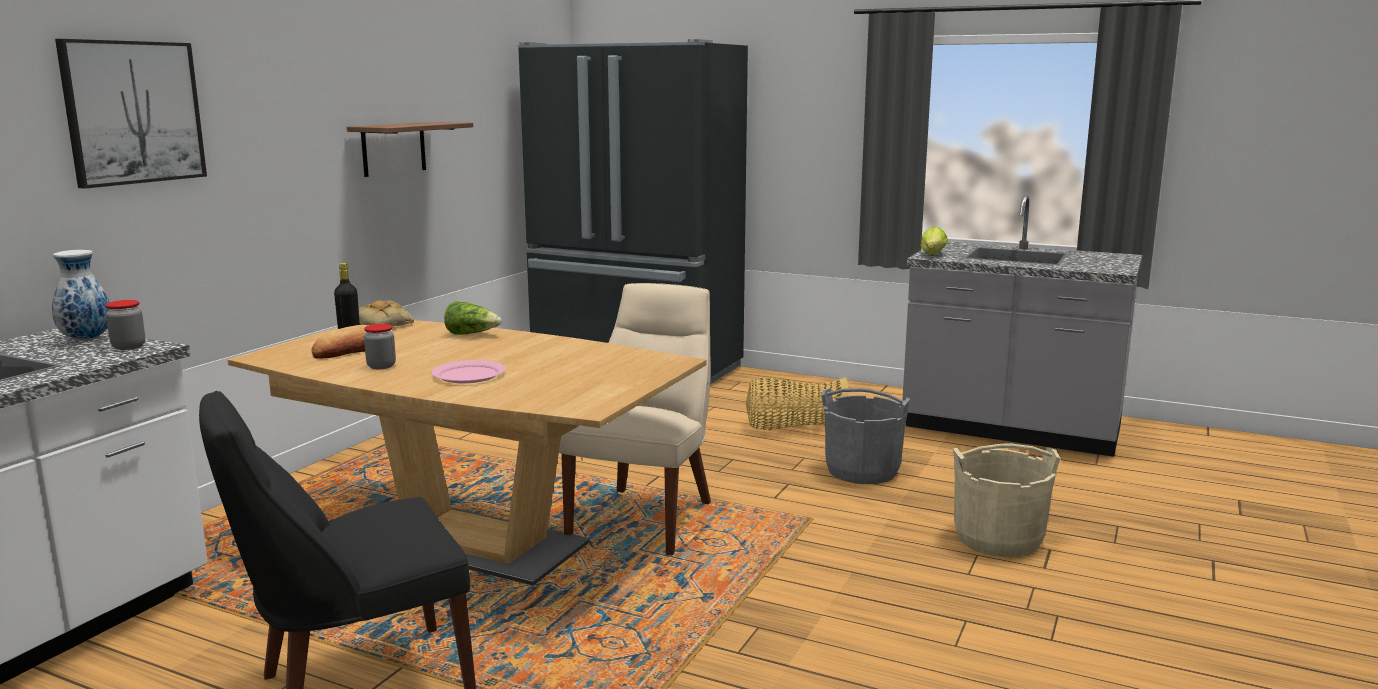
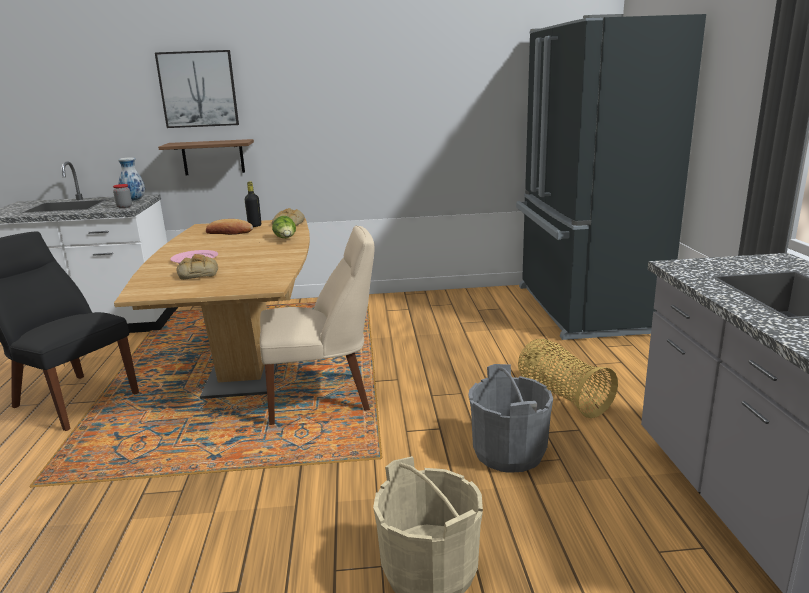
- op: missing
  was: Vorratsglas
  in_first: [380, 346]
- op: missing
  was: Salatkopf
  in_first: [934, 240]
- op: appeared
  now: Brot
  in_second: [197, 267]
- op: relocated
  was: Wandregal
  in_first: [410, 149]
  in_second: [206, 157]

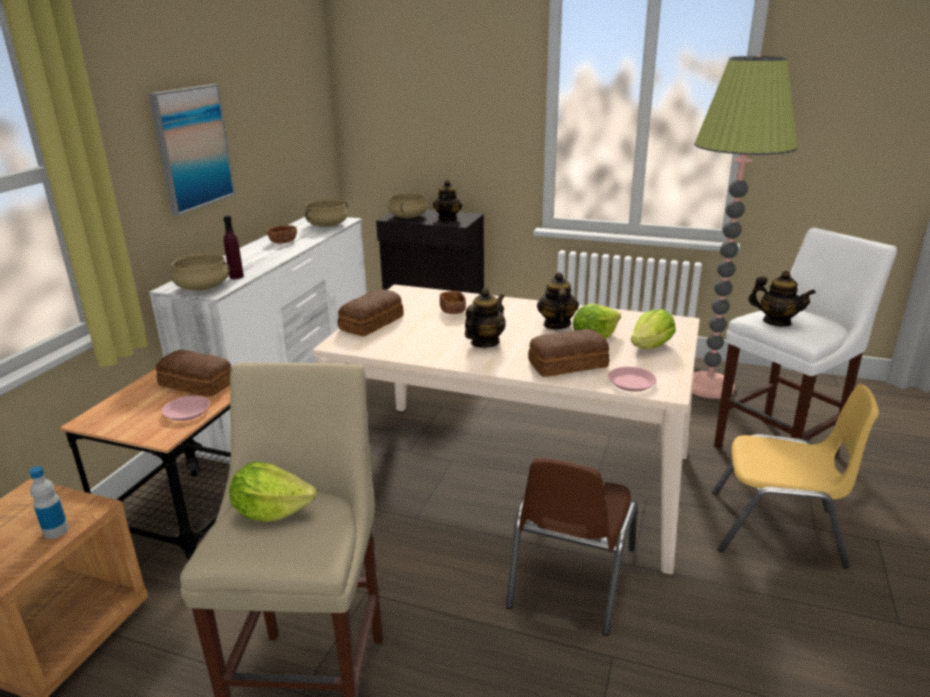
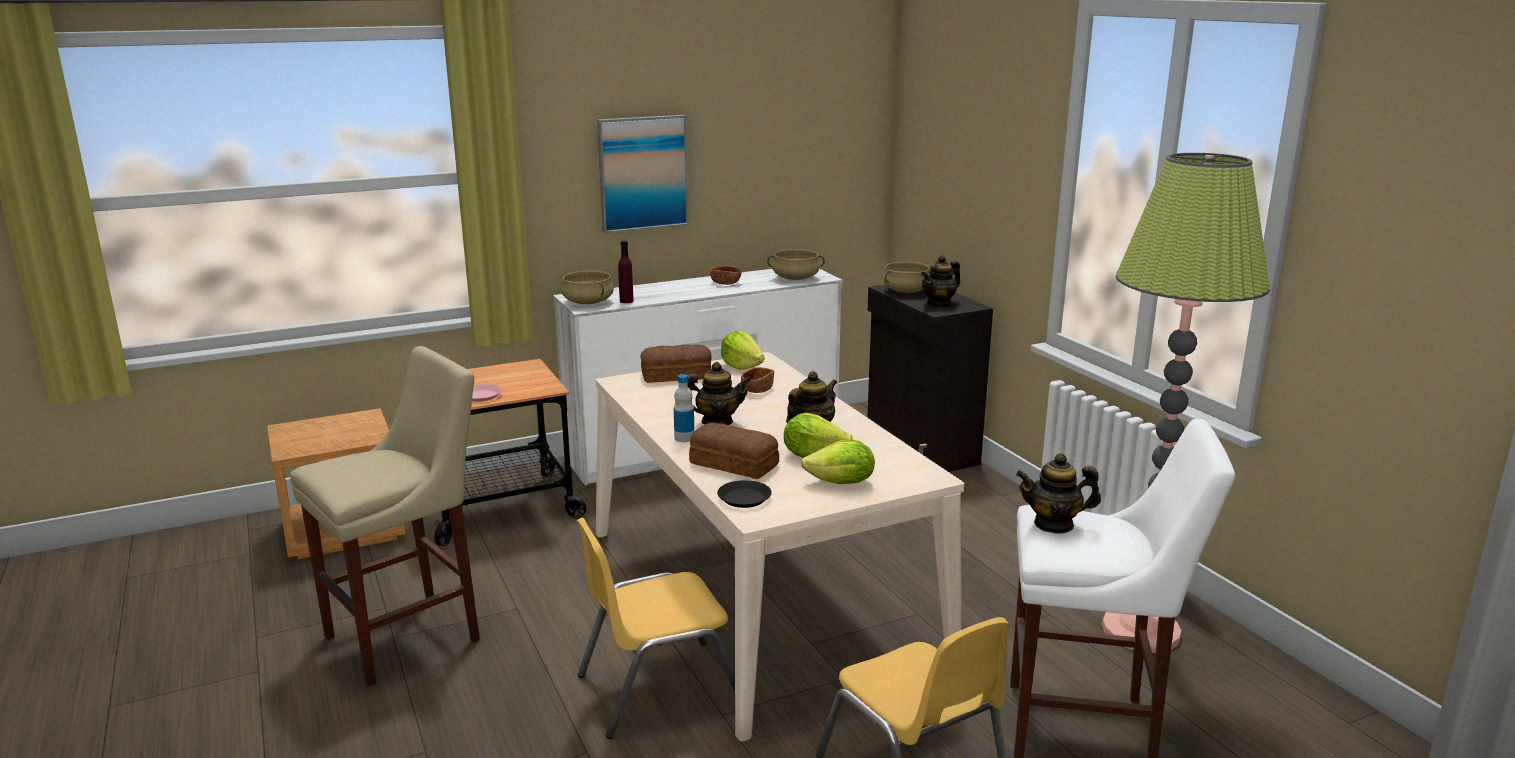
- op: missing
  was: Brot
  in_first: [193, 373]
- op: relocated
  was: Flasche
  in_first: [49, 502]
  in_second: [684, 408]
- op: relocated
  was: Salatkopf
  in_first: [272, 492]
  in_second: [743, 350]
- op: colour
  was: Stuhl [braun]
  now: Stuhl [gelb]
  in_first: [571, 547]
  in_second: [656, 628]
- op: colour
  was: Teller [rosa]
  now: Teller [schwarz]
  in_first: [632, 379]
  in_second: [744, 494]
- op: spun
  was: Teekanne
  in_first: [782, 299]
  in_second: [1058, 493]
  clockwise: 105

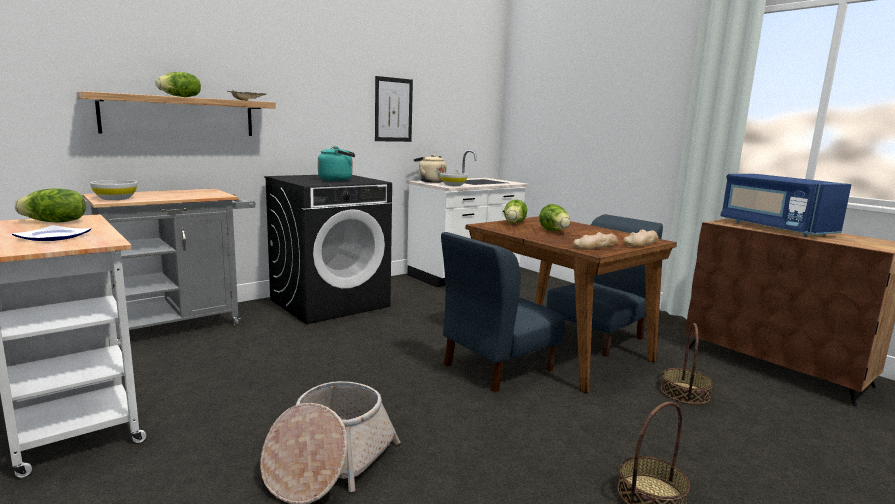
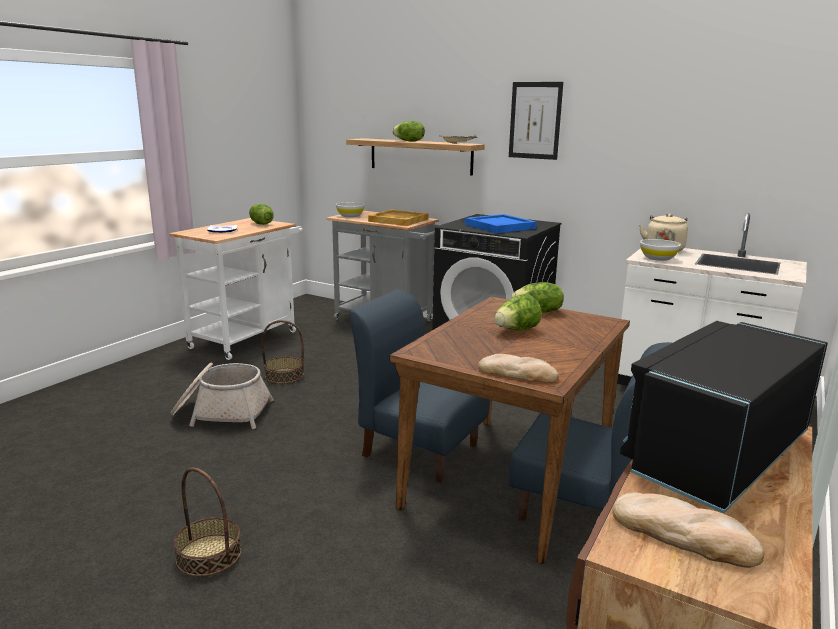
- op: appeared
  now: Tablett [beige]
  in_second: [398, 218]
- op: relocated
  was: Bild
  in_first: [394, 109]
  in_second: [536, 121]
- op: relocated
  was: Brot
  in_first: [595, 241]
  in_second: [688, 530]
- op: relocated
  was: Korb
  in_first: [686, 364]
  in_second: [283, 352]
- op: exchanged
  was: Wasserkessel [türkis]
  now: Tablett [blau]
  in_first: [336, 163]
  in_second: [501, 223]
- op: colour
  was: Mikrowelle [blau]
  now: Mikrowelle [schwarz]
  in_first: [785, 205]
  in_second: [724, 417]

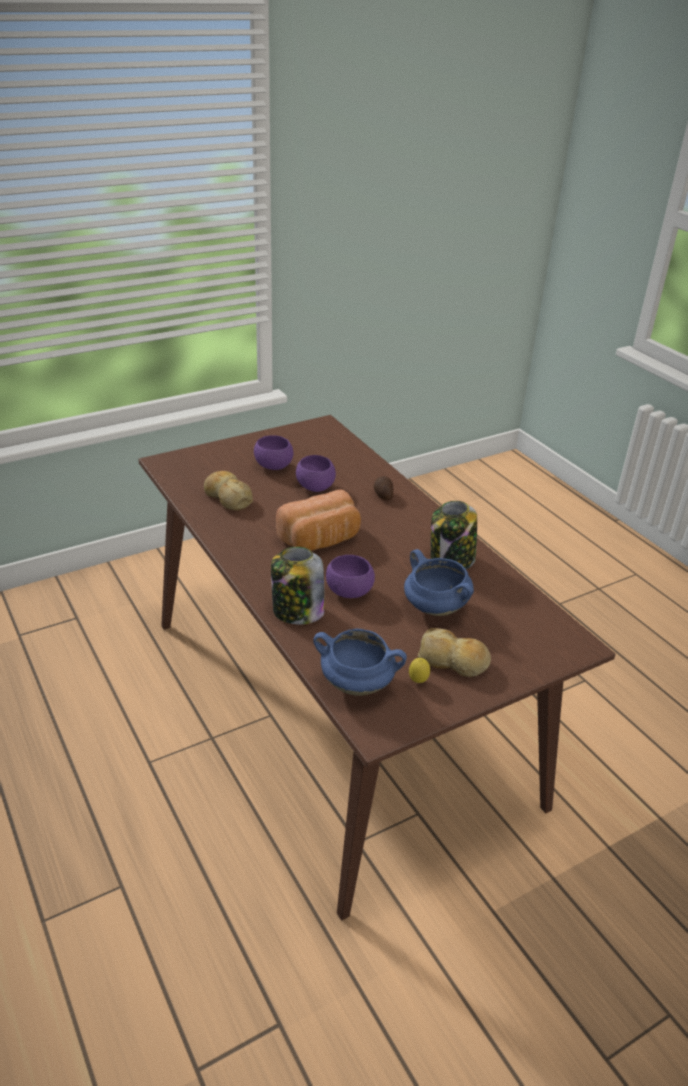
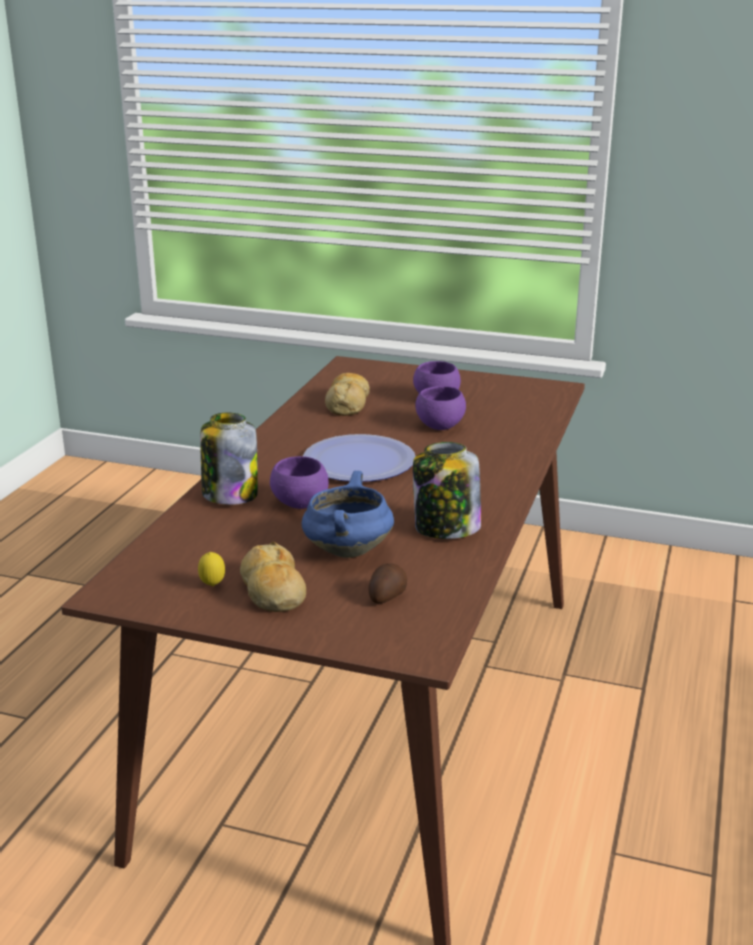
- op: missing
  was: Kochtopf [blau]
  in_first: [360, 662]
- op: relocated
  was: Kartoffel
  in_first: [383, 488]
  in_second: [388, 583]
- op: exchanged
  was: Brot
  now: Teller
  in_first: [318, 520]
  in_second: [359, 458]

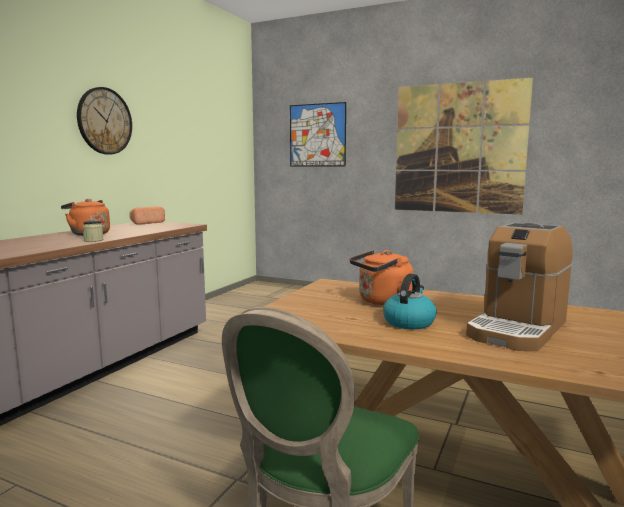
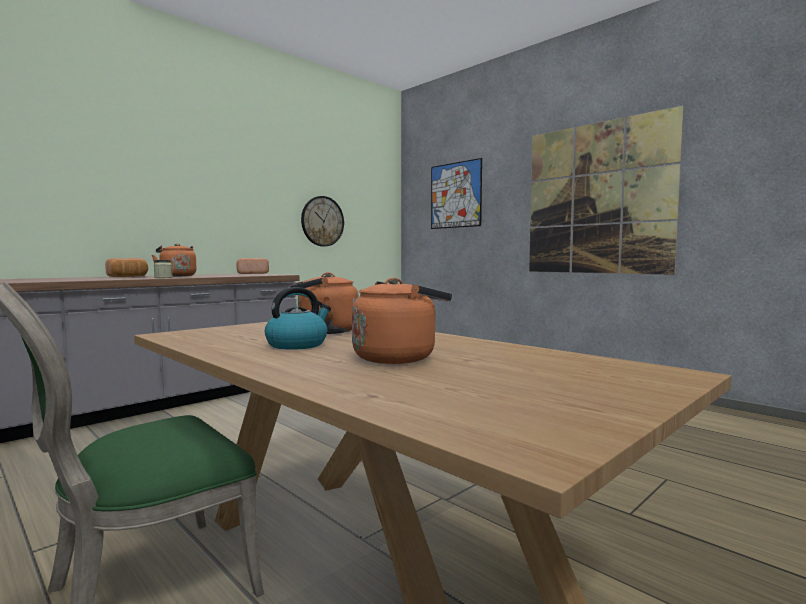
- op: appeared
  now: Brot
  in_second: [126, 267]
- op: relocated
  was: Wanduhr
  in_first: [104, 121]
  in_second: [322, 221]
- op: exchanged
  was: Kaffeemaschine
  now: Wasserkessel [orange]
  in_first: [519, 287]
  in_second: [402, 321]

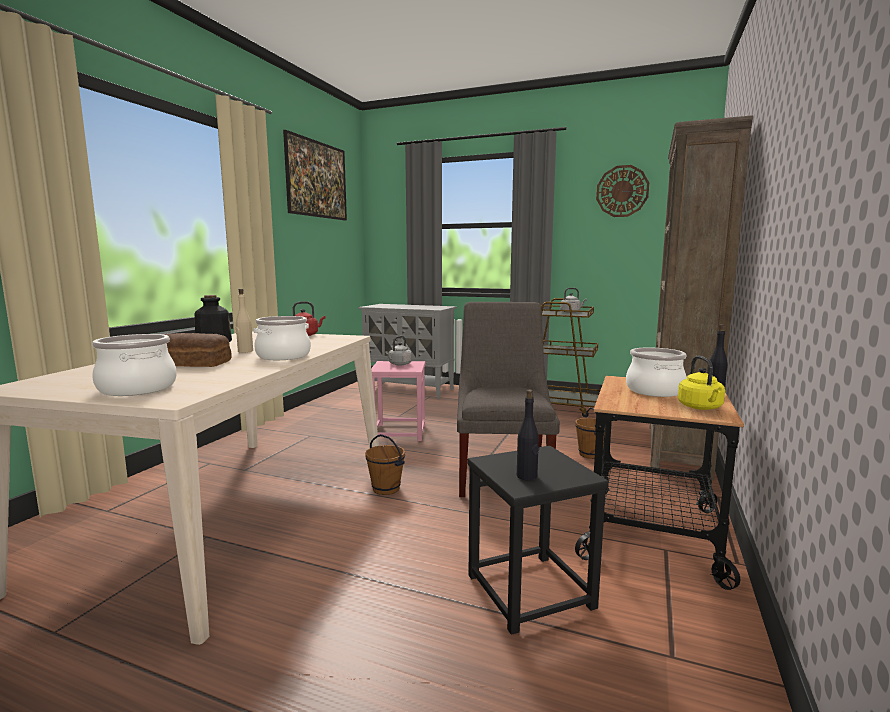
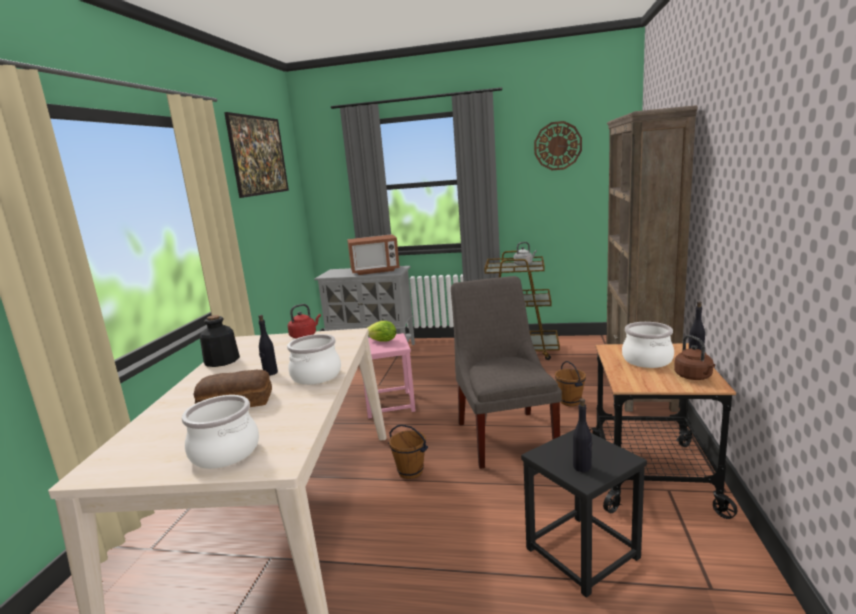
- op: appeared
  now: Mikrowelle
  in_second: [373, 254]
- op: exchanged
  was: Wasserkessel [grau]
  now: Salatkopf
  in_first: [398, 351]
  in_second: [381, 331]
- op: colour
  was: Flasche [beige]
  now: Flasche [schwarz]
  in_first: [244, 321]
  in_second: [268, 345]
- op: colour
  was: Wasserkessel [gelb]
  now: Wasserkessel [braun]
  in_first: [701, 383]
  in_second: [694, 357]

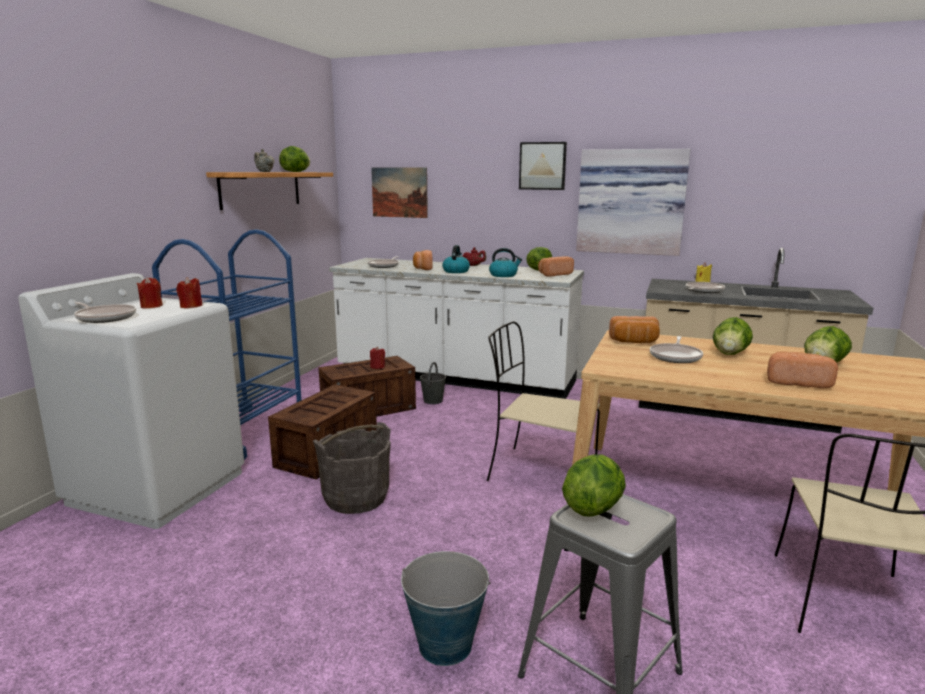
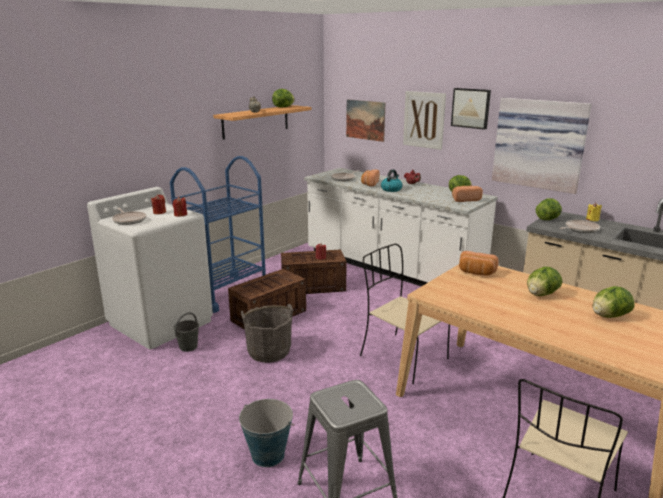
- op: missing
  was: Wasserkessel
  in_first: [505, 262]
- op: missing
  was: Pfanne
  in_first: [676, 349]
- op: missing
  was: Brot
  in_first: [802, 369]
- op: appeared
  now: Bild
  in_second: [424, 120]
- op: relocated
  was: Eimer [grau]
  in_first: [433, 383]
  in_second: [186, 332]
- op: relocated
  was: Salatkopf
  in_first: [594, 486]
  in_second: [549, 209]

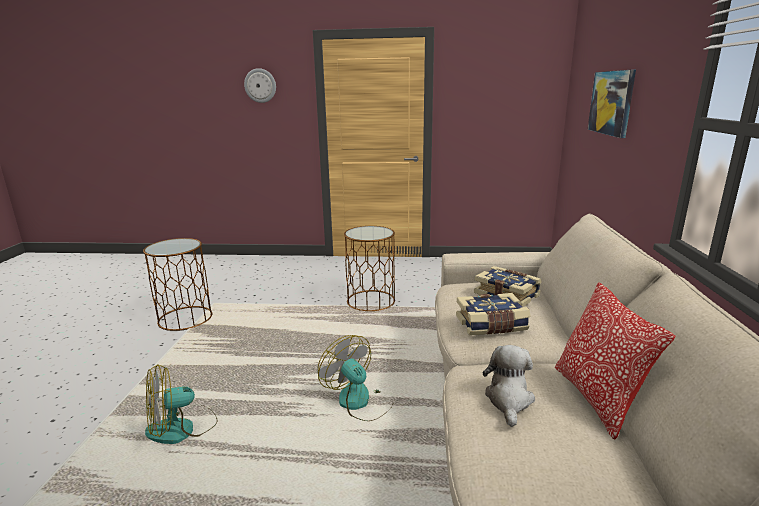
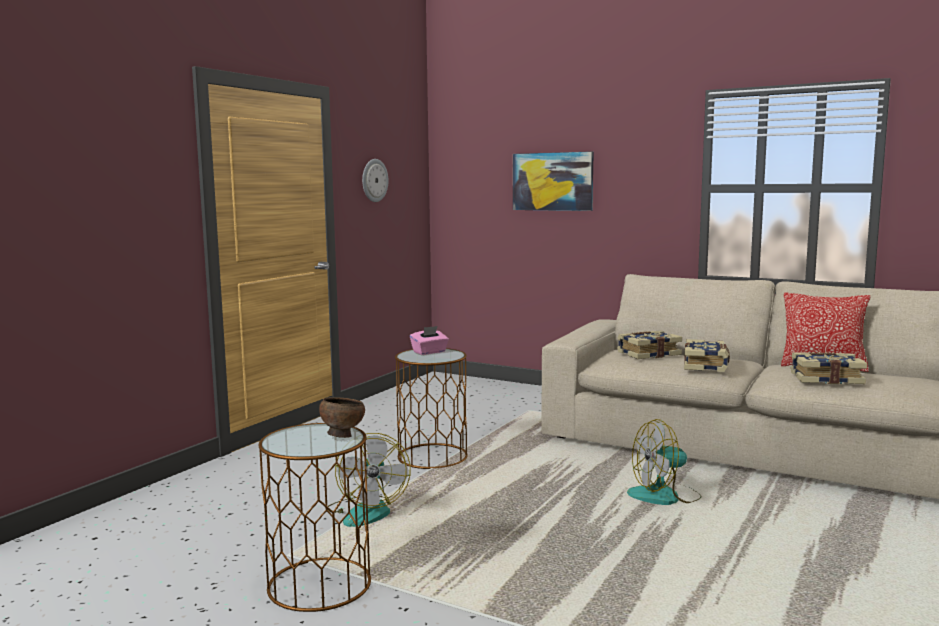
- op: appeared
  now: Schüssel [braun]
  in_second: [342, 417]
- op: appeared
  now: Taschentuchbox [rosa]
  in_second: [429, 340]
- op: relocated
  was: Ventilator
  in_first: [181, 404]
  in_second: [369, 480]
- op: relocated
  was: Wanduhr
  in_first: [260, 85]
  in_second: [375, 180]
- op: exchanged
  was: Plüschtier
  now: Buch
  in_first: [509, 386]
  in_second: [829, 368]

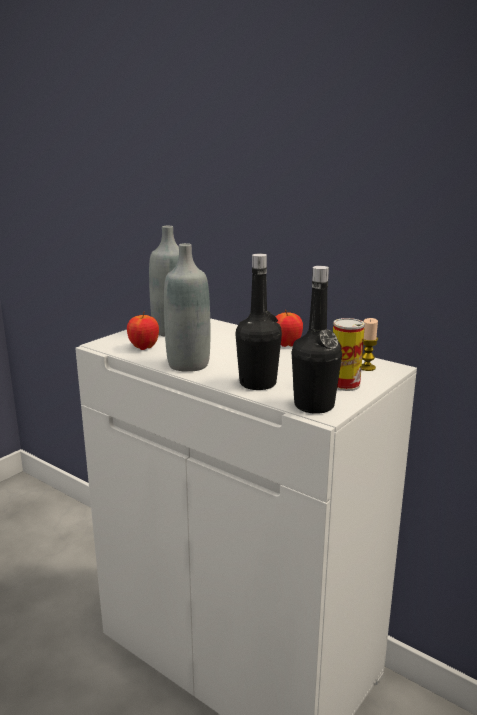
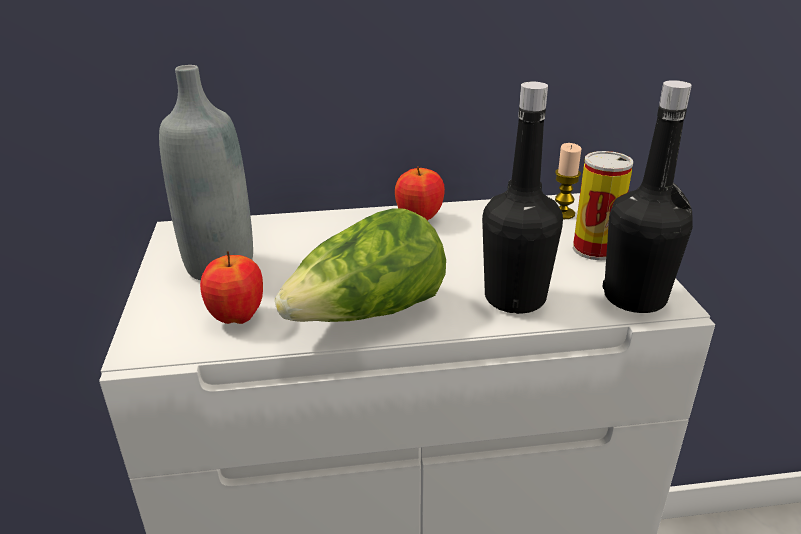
- op: exchanged
  was: Flasche [grau]
  now: Salatkopf
  in_first: [187, 307]
  in_second: [360, 265]

